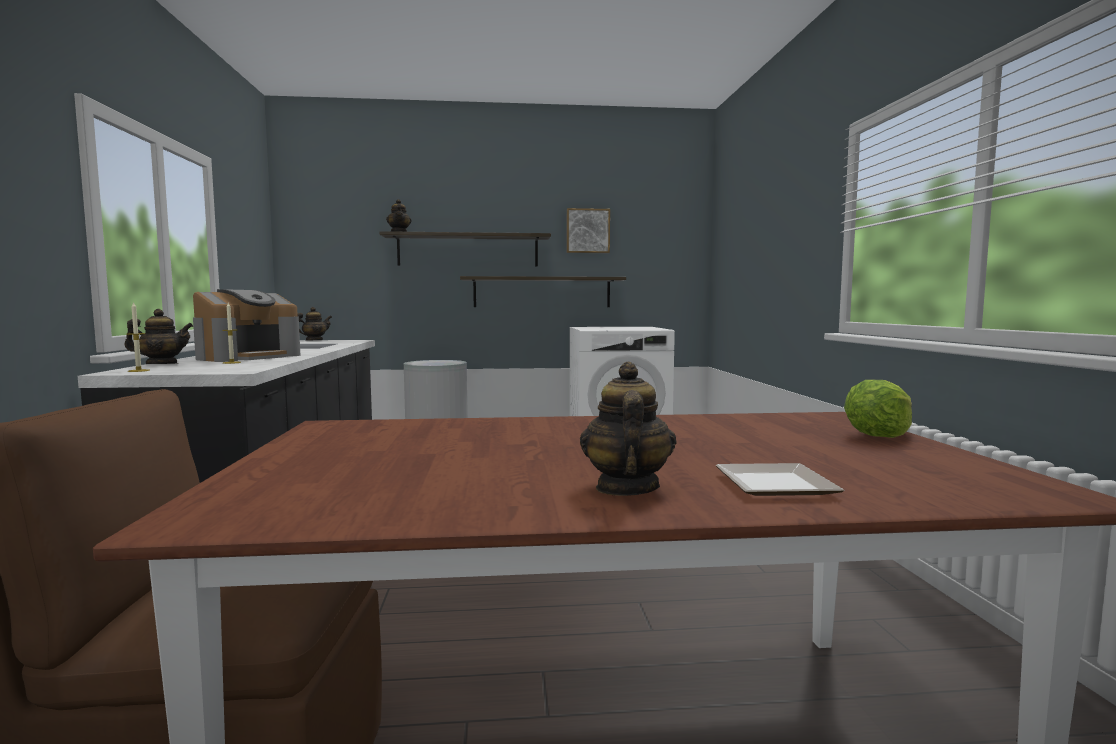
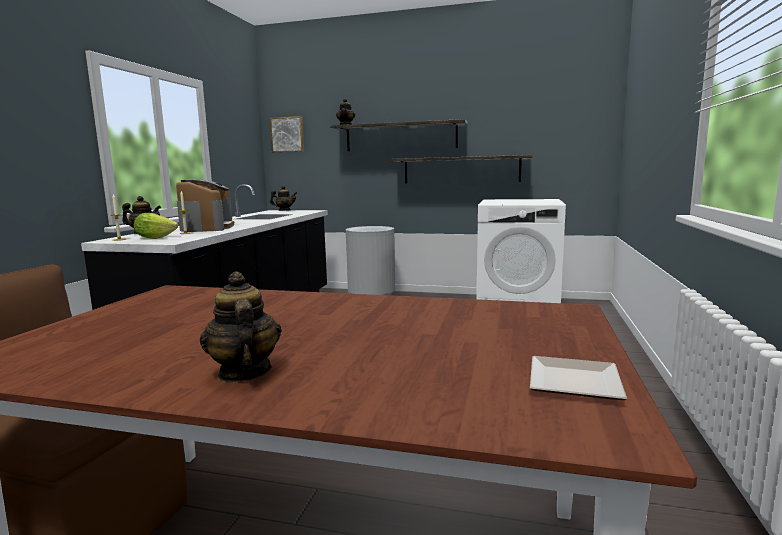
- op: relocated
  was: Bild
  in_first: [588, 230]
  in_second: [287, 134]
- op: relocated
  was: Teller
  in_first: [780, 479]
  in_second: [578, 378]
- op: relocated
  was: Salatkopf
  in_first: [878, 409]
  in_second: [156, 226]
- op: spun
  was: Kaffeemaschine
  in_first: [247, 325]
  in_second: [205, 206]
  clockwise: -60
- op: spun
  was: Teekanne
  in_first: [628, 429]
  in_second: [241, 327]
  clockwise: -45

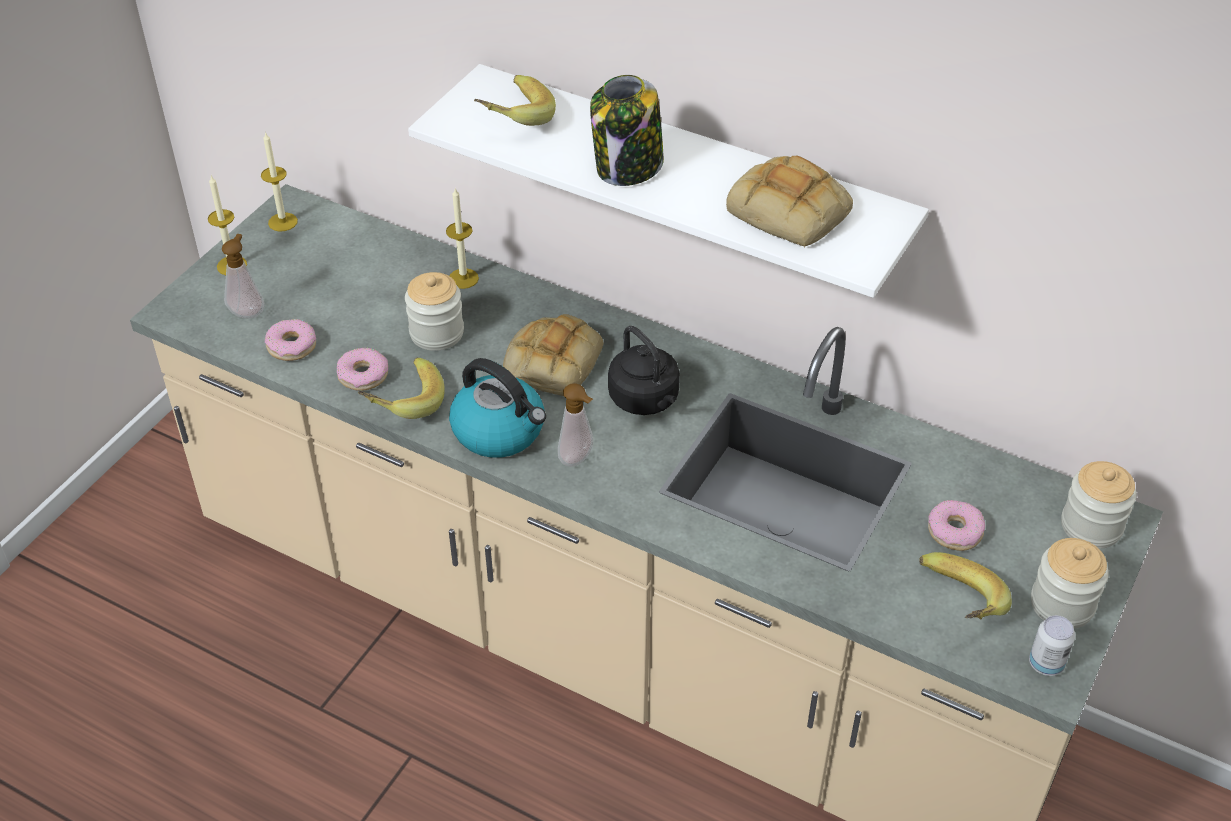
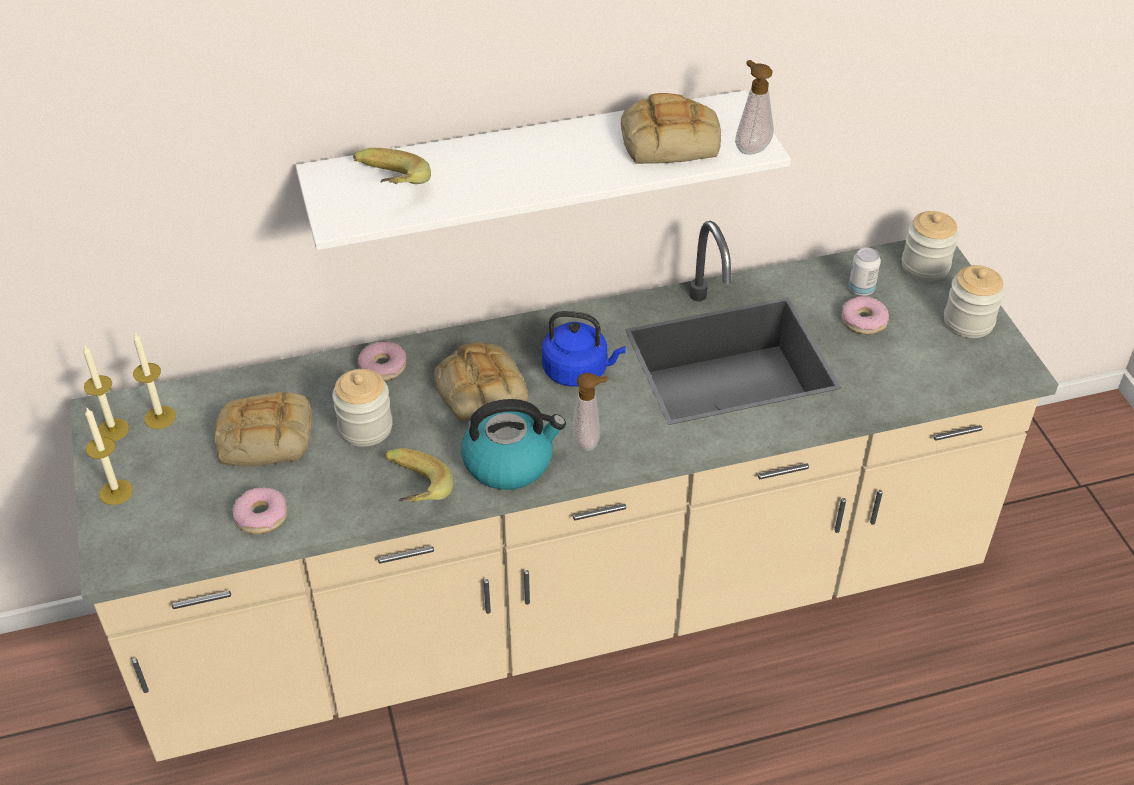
- op: missing
  was: Vorratsglas
  in_first: [627, 130]
- op: missing
  was: Banane
  in_first: [965, 585]
- op: appeared
  now: Brot
  in_second: [263, 429]
- op: relocated
  was: Seifenspender
  in_first: [243, 276]
  in_second: [754, 107]
- op: relocated
  was: Donut
  in_first: [362, 369]
  in_second: [382, 361]
- op: relocated
  was: Kerze
  in_first: [462, 238]
  in_second: [154, 381]
- op: relocated
  was: Dose
  in_first: [1052, 646]
  in_second: [864, 271]
- op: colour
  was: Wasserkessel [schwarz]
  now: Wasserkessel [blau]
  in_first: [644, 370]
  in_second: [584, 348]

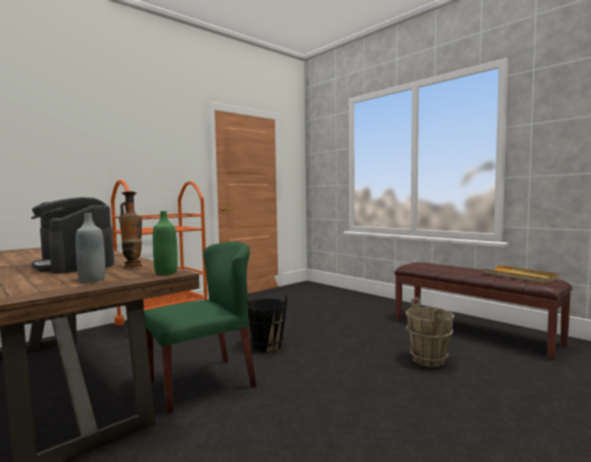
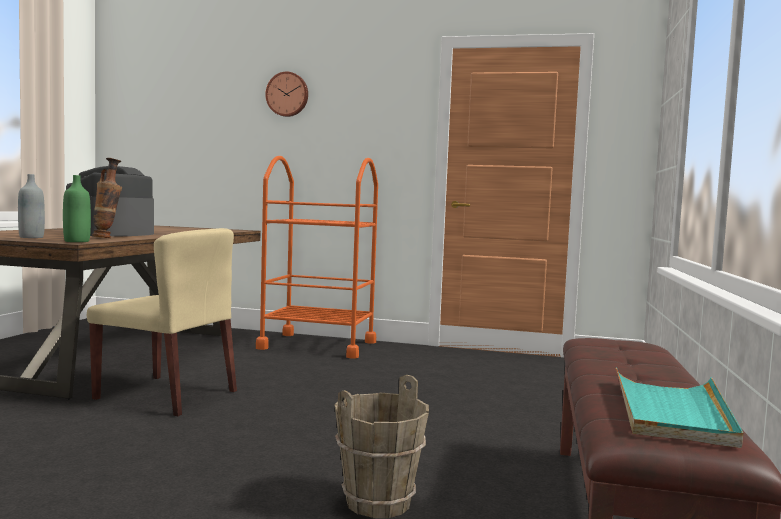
- op: missing
  was: Eimer [schwarz]
  in_first: [267, 322]
- op: appeared
  now: Wanduhr
  in_second: [286, 94]
- op: colour
  was: Stuhl [grün]
  now: Stuhl [beige]
  in_first: [200, 328]
  in_second: [162, 322]
- op: colour
  was: Tablett [beige]
  now: Tablett [türkis]
  in_first: [521, 274]
  in_second: [679, 407]

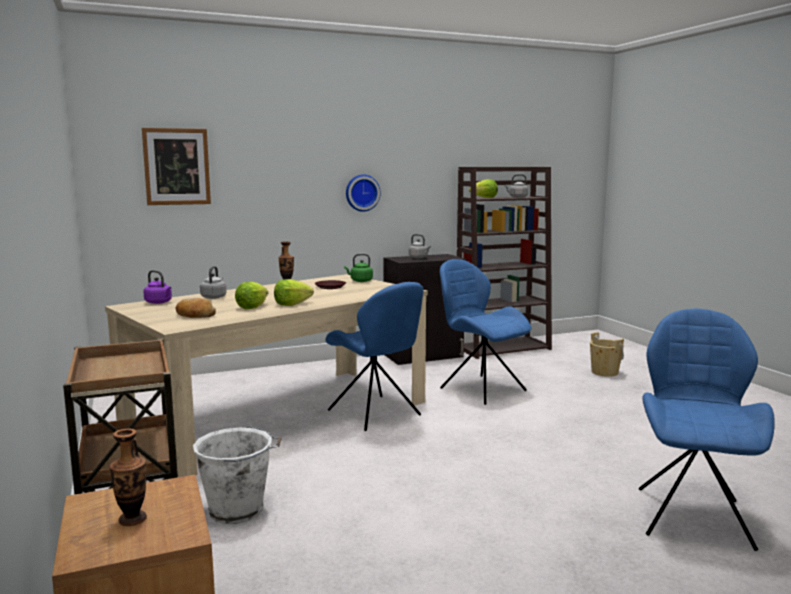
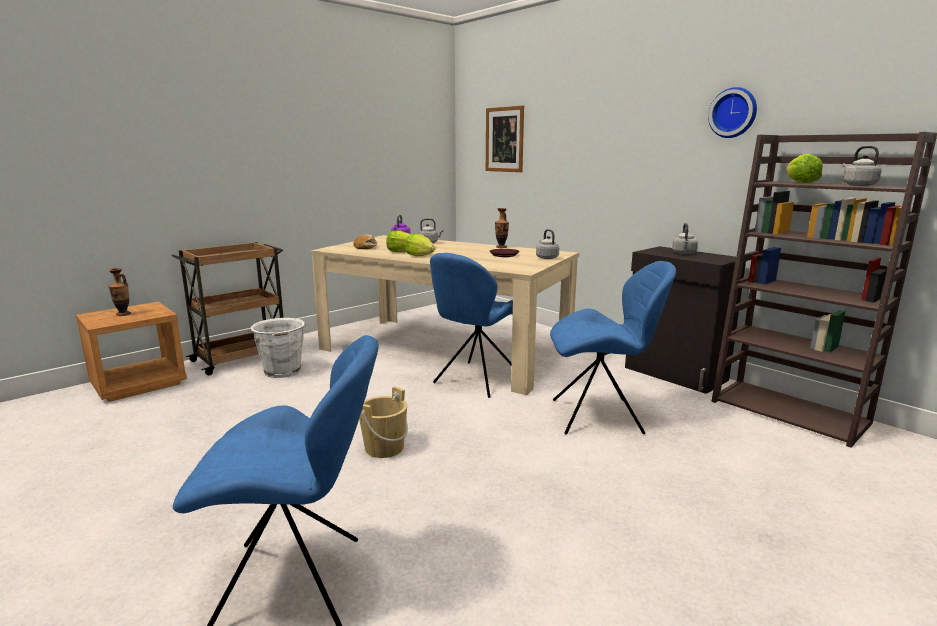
- op: relocated
  was: Wanduhr
  in_first: [363, 193]
  in_second: [732, 112]
- op: relocated
  was: Eimer [beige]
  in_first: [607, 354]
  in_second: [383, 422]
- op: colour
  was: Wasserkessel [grün]
  now: Wasserkessel [grau]
  in_first: [358, 268]
  in_second: [547, 244]
- op: spun
  was: Stuhl [blau]
  in_first: [485, 332]
  in_second: [613, 347]
  clockwise: 60

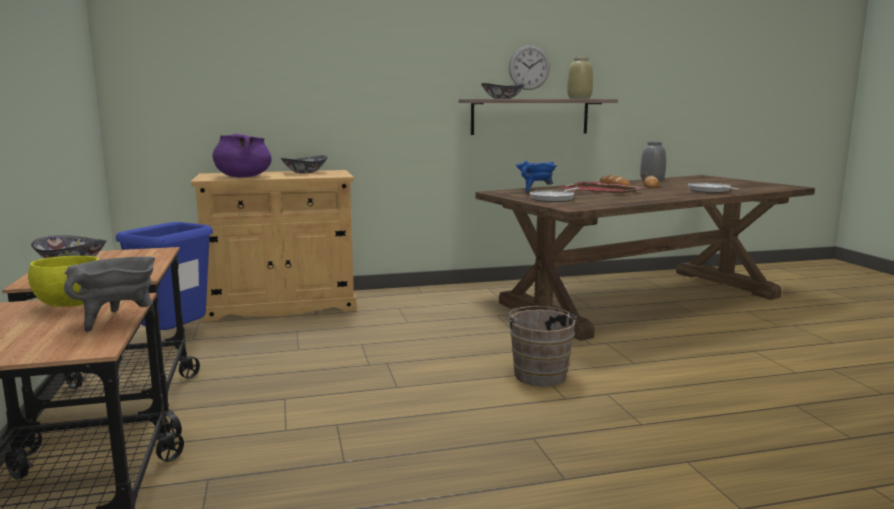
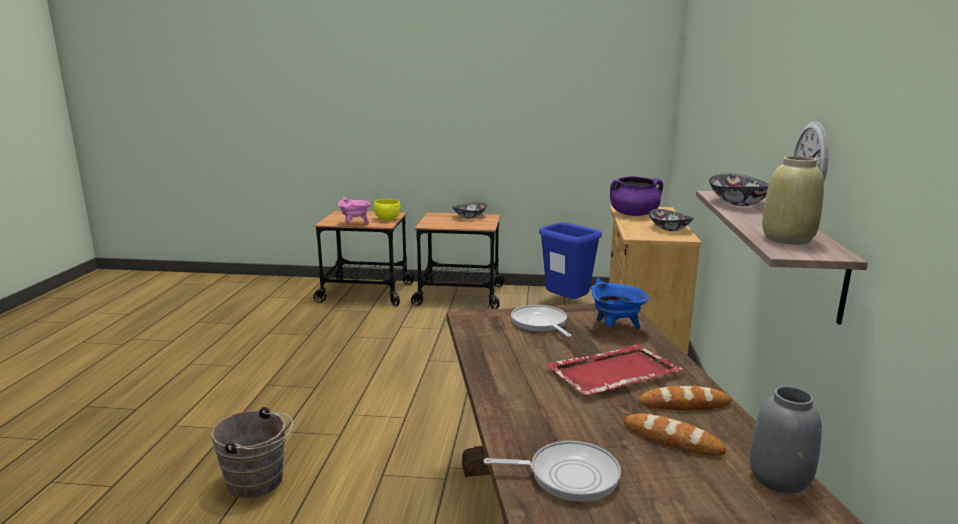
- op: relocated
  was: Eimer [braun]
  in_first: [542, 346]
  in_second: [252, 452]
- op: colour
  was: Kochtopf [grau]
  now: Kochtopf [rosa]
  in_first: [109, 294]
  in_second: [354, 210]

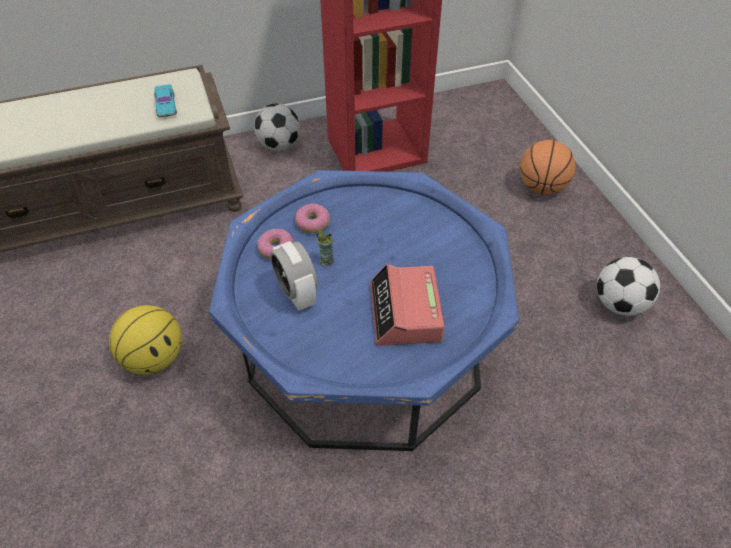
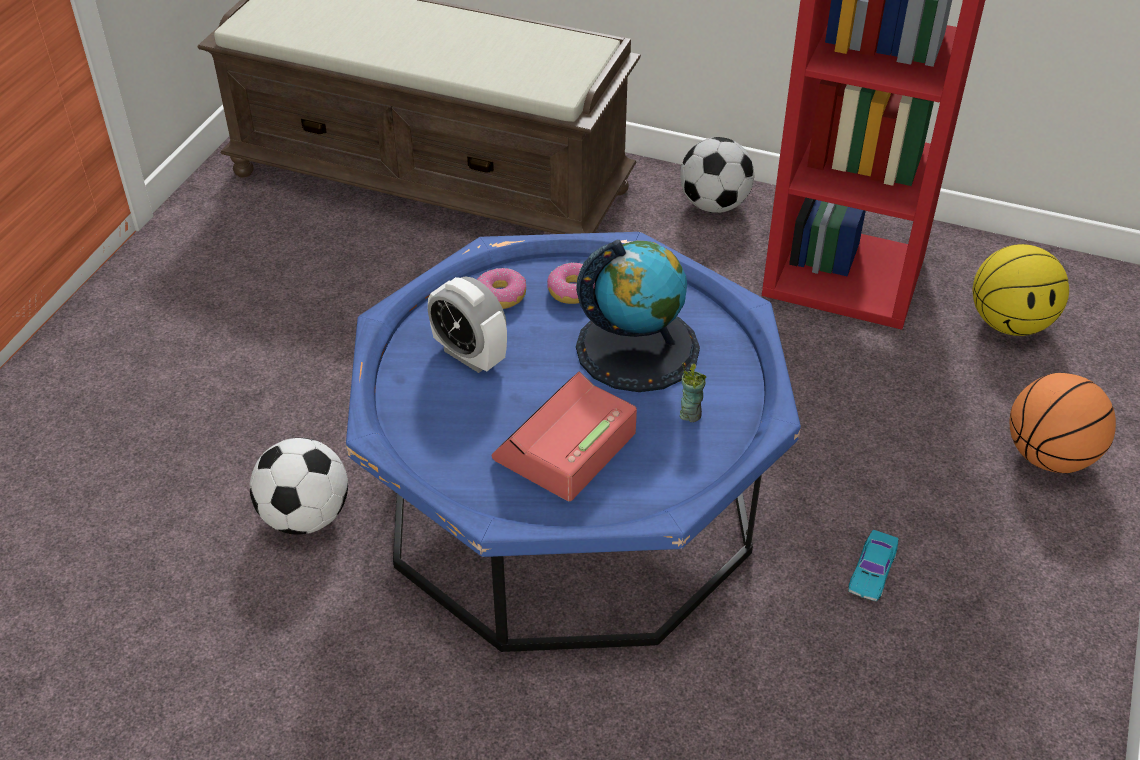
- op: appeared
  now: Globus
  in_second: [638, 316]
- op: relocated
  was: Basketball
  in_first: [145, 340]
  in_second: [1021, 290]
- op: relocated
  was: Spielzeugauto [türkis]
  in_first: [165, 100]
  in_second: [873, 565]
- op: relocated
  was: Tasse
  in_first: [325, 248]
  in_second: [693, 392]
- op: relocated
  was: Fußball
  in_first: [628, 286]
  in_second: [299, 486]
- op: spun
  was: Wecker
  in_first: [294, 276]
  in_second: [467, 325]
  clockwise: -60

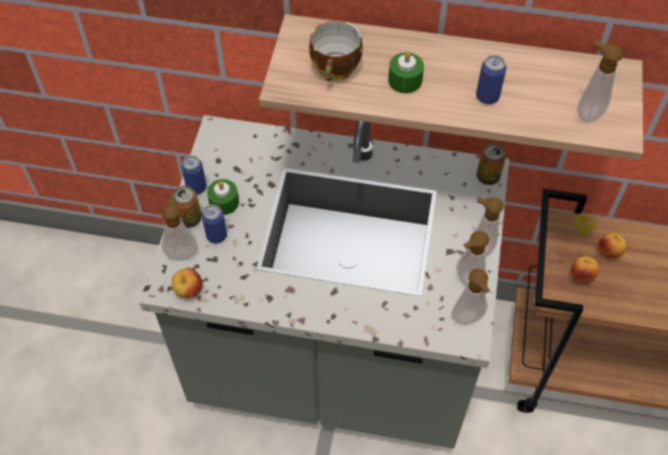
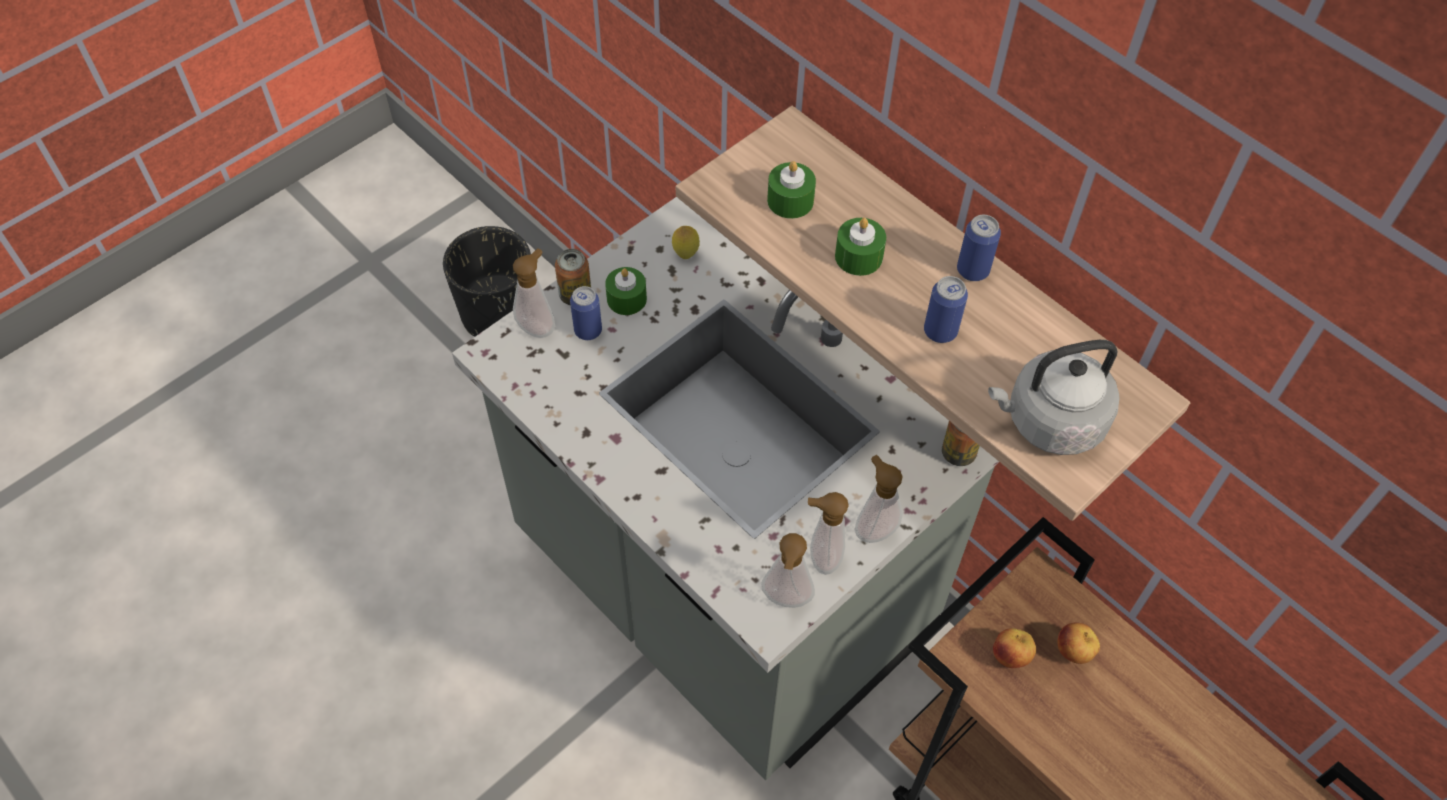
- op: missing
  was: Apfel
  in_first: [187, 283]
- op: appeared
  now: Pflanzkübel [schwarz]
  in_second: [487, 281]
- op: relocated
  was: Dose
  in_first: [194, 175]
  in_second: [979, 248]
- op: relocated
  was: Zitrone
  in_first: [584, 224]
  in_second: [686, 242]
- op: exchanged
  was: Tasse
  now: Kerze [grün]
  in_first: [335, 50]
  in_second: [791, 190]
- op: exchanged
  was: Seifenspender
  now: Wasserkessel [grau]
  in_first: [600, 81]
  in_second: [1053, 397]

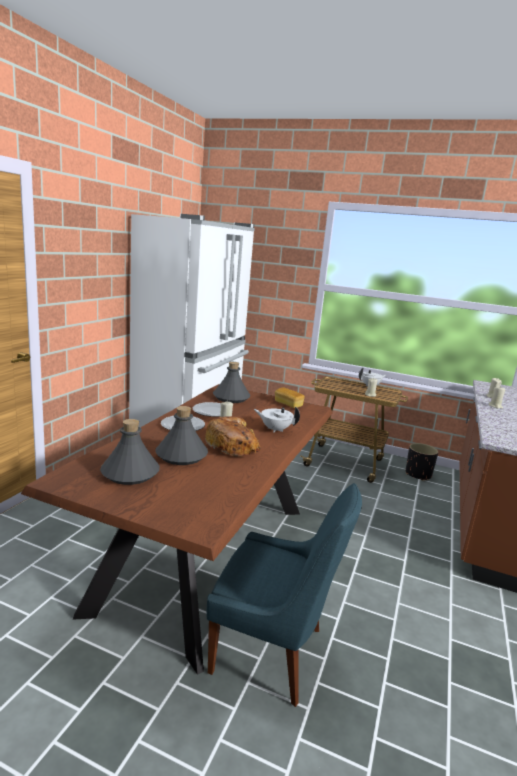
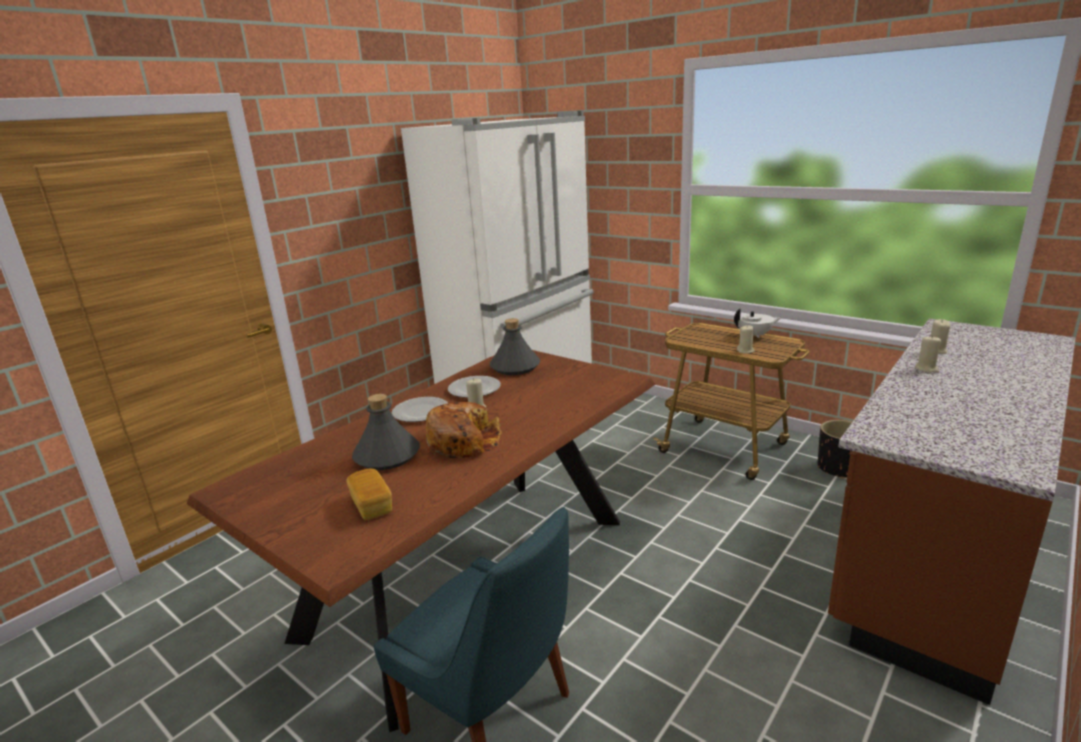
- op: missing
  was: Flasche [grau]
  in_first: [130, 452]
- op: missing
  was: Teekanne [weiß]
  in_first: [277, 420]
- op: relocated
  was: Brot
  in_first: [290, 397]
  in_second: [369, 494]

